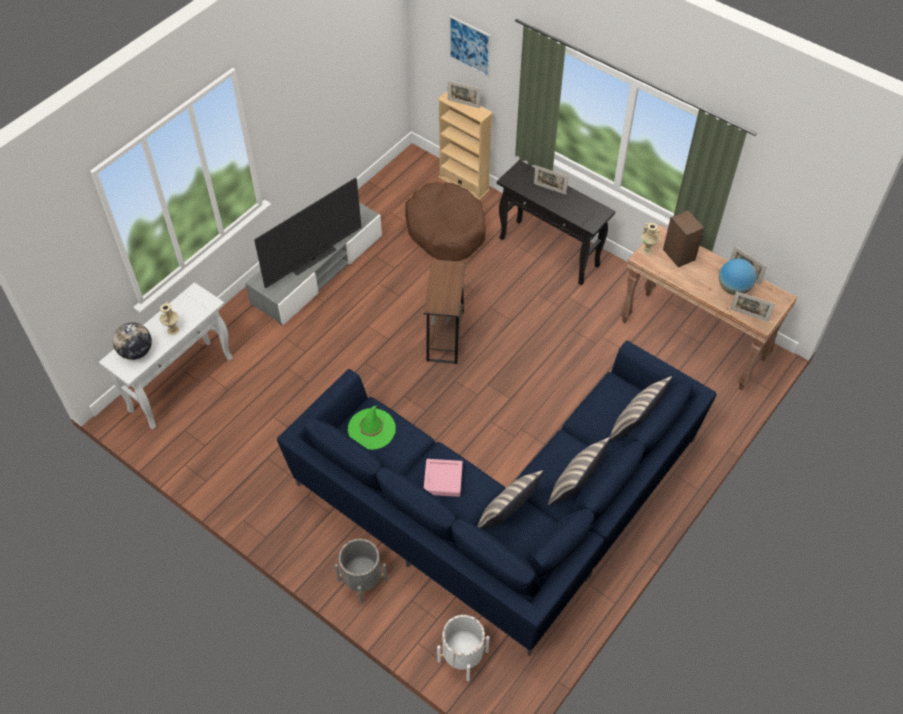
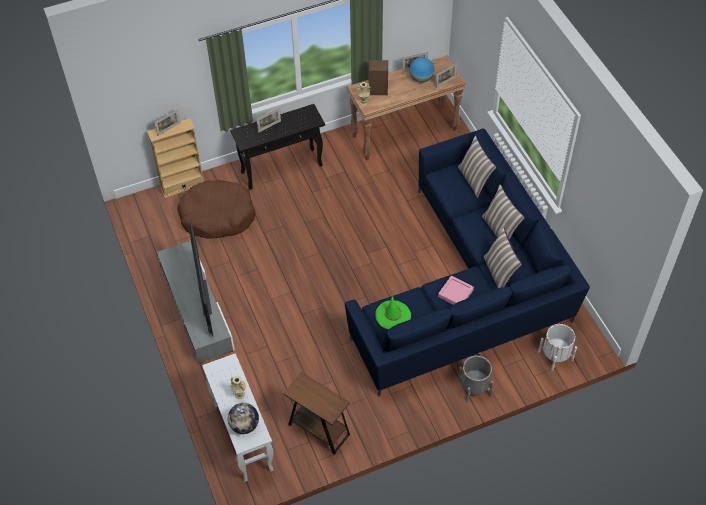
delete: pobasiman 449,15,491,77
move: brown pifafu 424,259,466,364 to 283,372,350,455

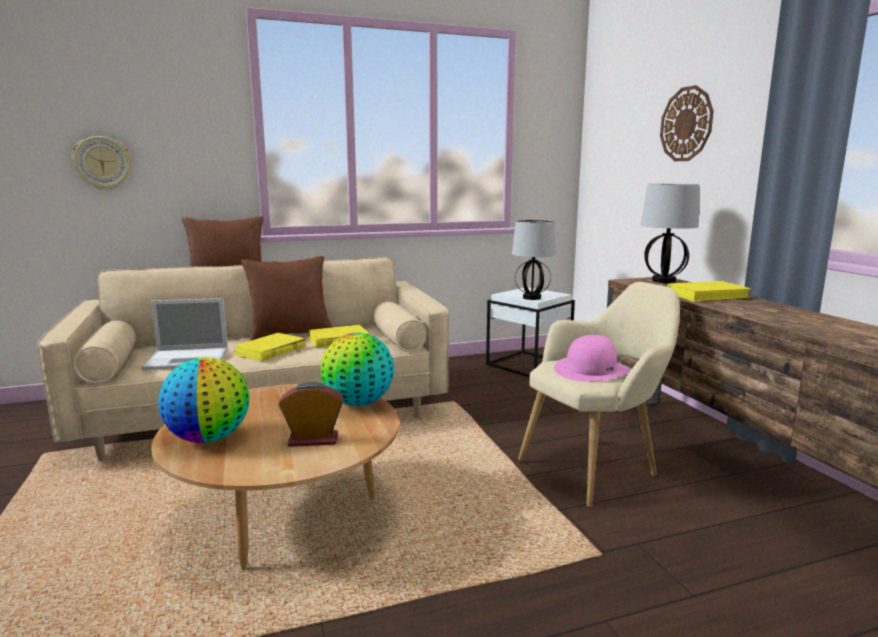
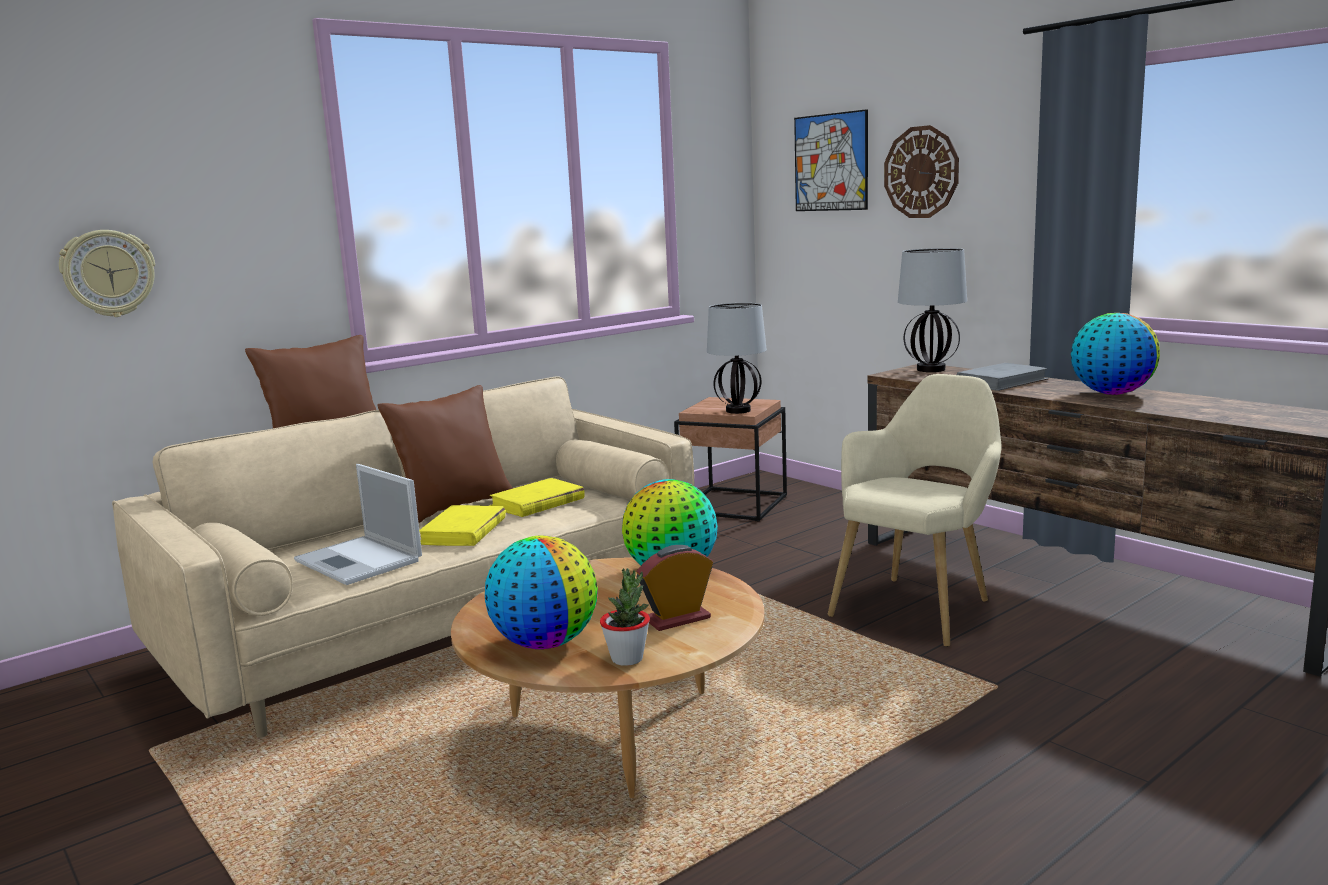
delete: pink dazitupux 554,335,629,382
insert: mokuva 600,568,650,666; pobasiman 794,109,868,211; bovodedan 1071,313,1160,395
recolor: white pifafu 486,287,575,377 to brown pifafu 674,397,787,522; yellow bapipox 667,281,752,302 to grey bapipox 956,363,1049,391
rotate: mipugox 141,298,228,370 = 294,464,422,585 75 degrees clockwise

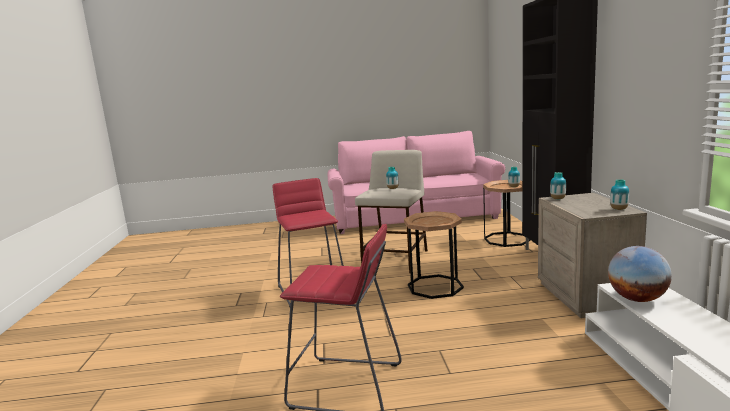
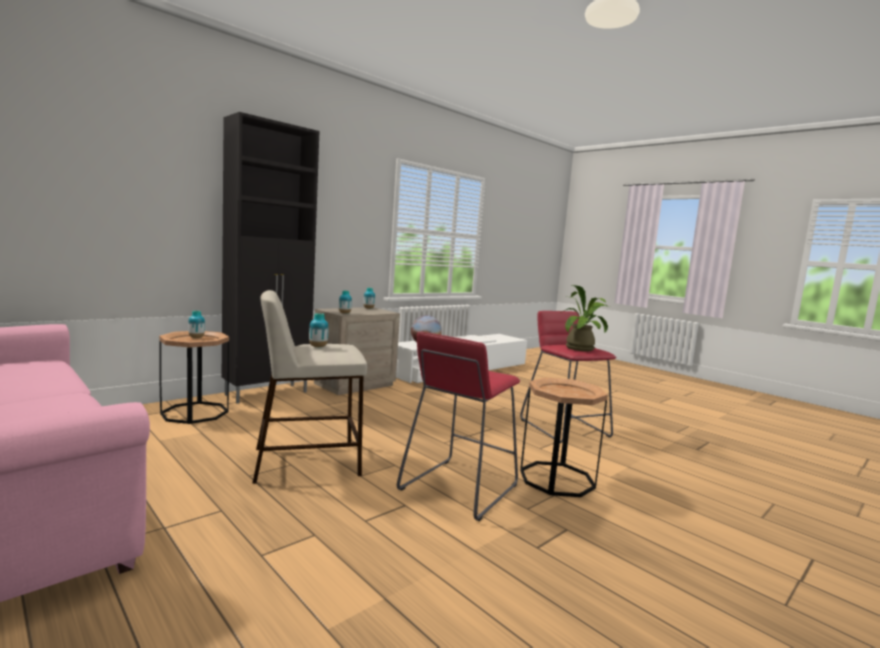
insert: mokuva 560,285,610,351
move: brown pifafu 404,211,464,299 to 520,377,608,497

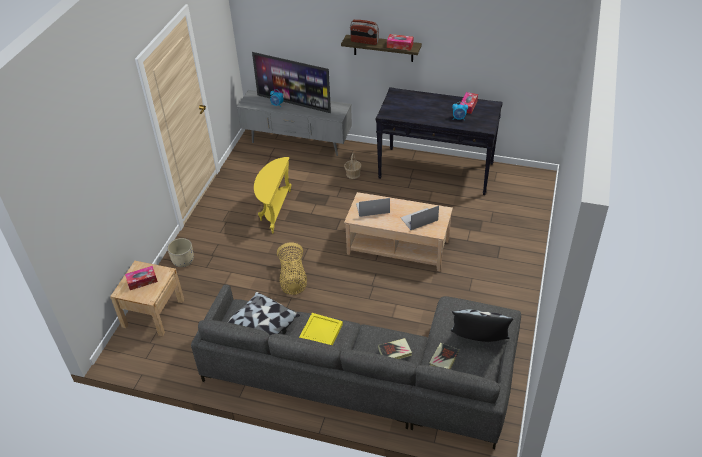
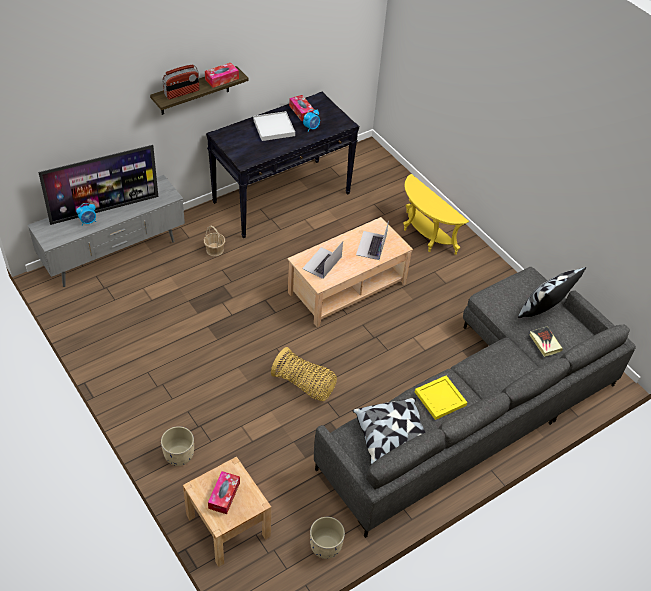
delete: bapipox 378,338,412,359
insert: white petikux 253,111,295,141; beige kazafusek 310,517,345,559
move: yellow pifafu 254,157,291,233 to 403,174,469,255

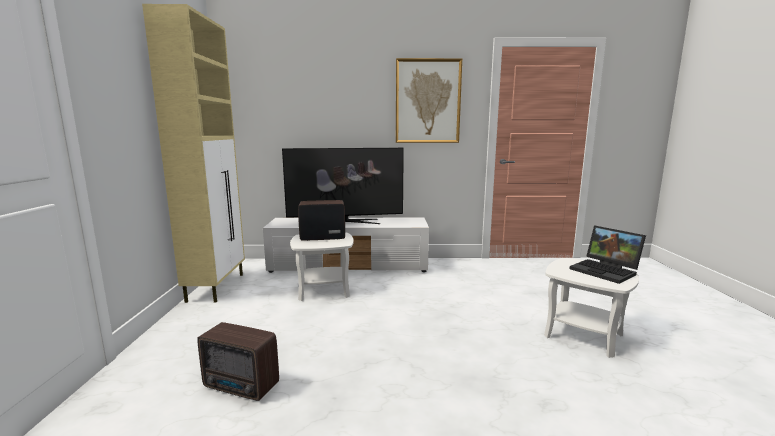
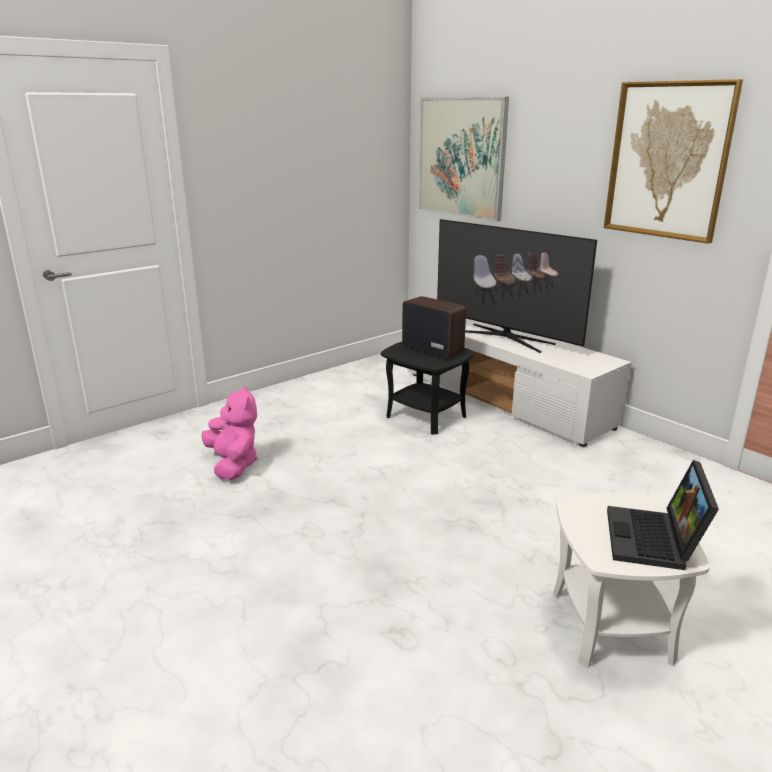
delete: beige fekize 142,4,245,303
insert: pobasiman 418,97,509,222
replace: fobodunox 197,322,279,401 to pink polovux 202,385,258,480
recolor: white pifafu 290,233,354,301 to black pifafu 381,342,475,435

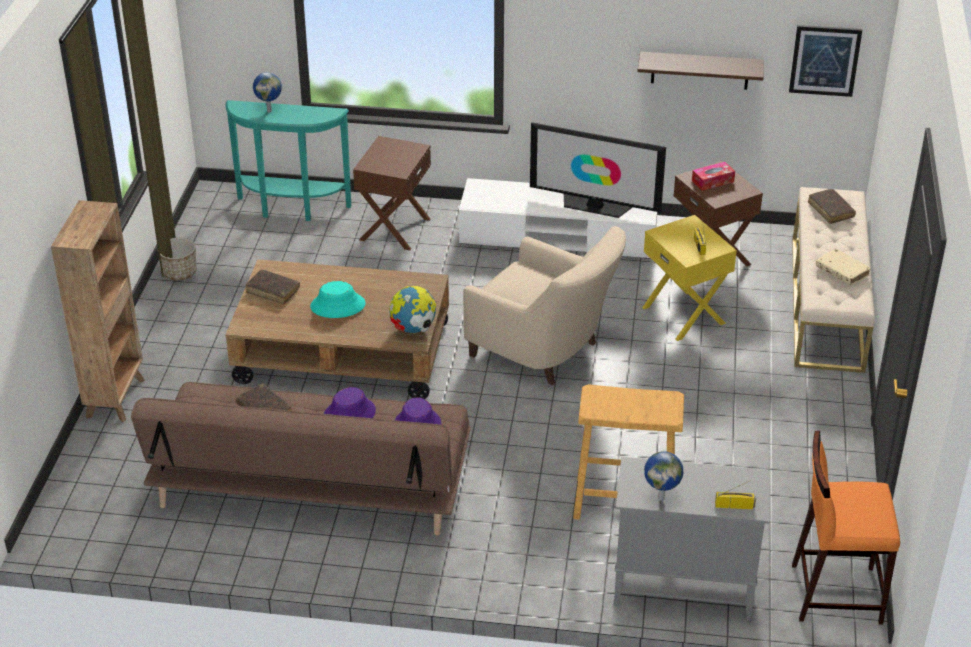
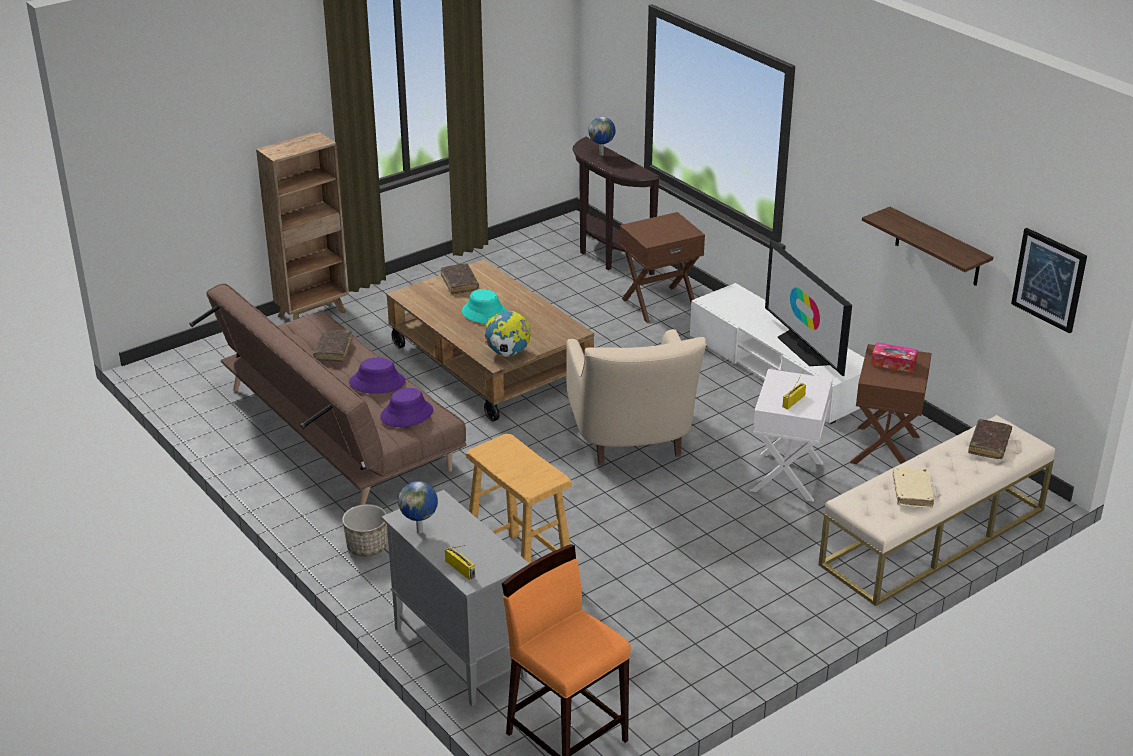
move: kazafusek 158,238,197,281 to 342,504,387,556
recolor: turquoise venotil 226,100,351,221 to brown venotil 573,137,660,275; yellow pifafu 642,215,737,341 to white pifafu 749,369,833,502

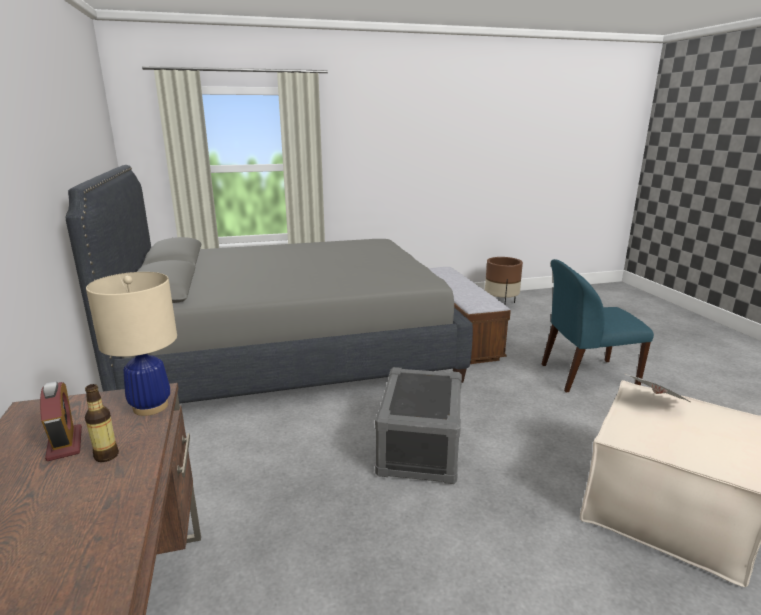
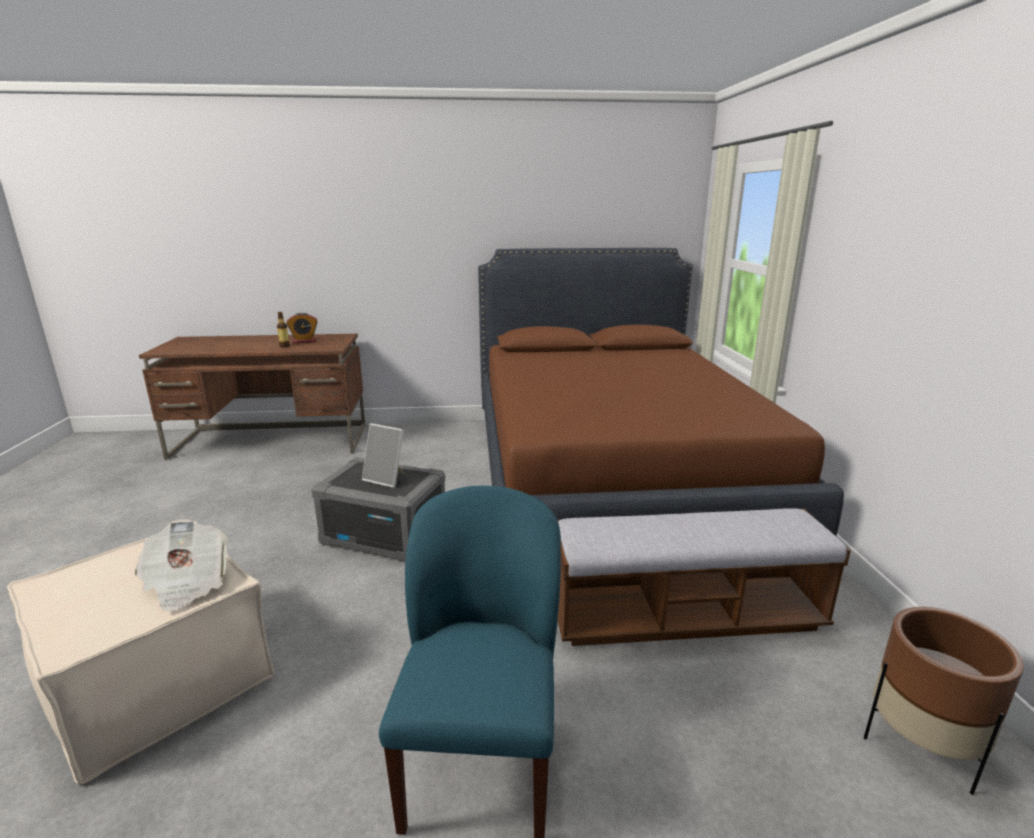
delete: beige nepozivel 86,272,177,416
insert: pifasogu 362,423,404,488
recolor: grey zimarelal 66,165,473,404 to brown zimarelal 478,248,844,536

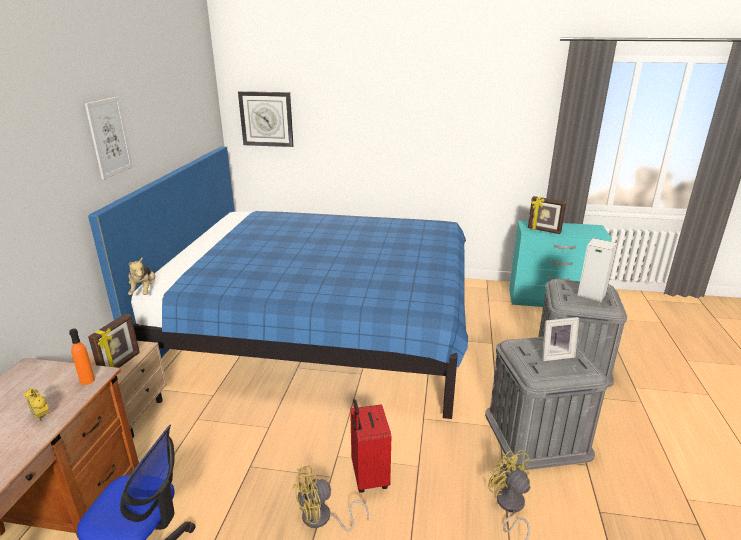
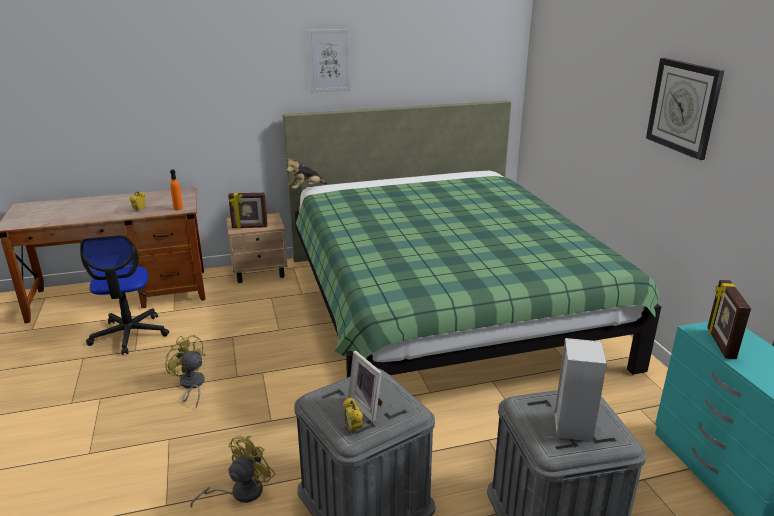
delete: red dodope 350,399,391,493
insert: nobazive 343,397,363,435
move: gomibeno 238,91,294,147 to 646,58,724,160
recolor: blue zimarelal 88,146,468,419 to green zimarelal 283,100,661,378

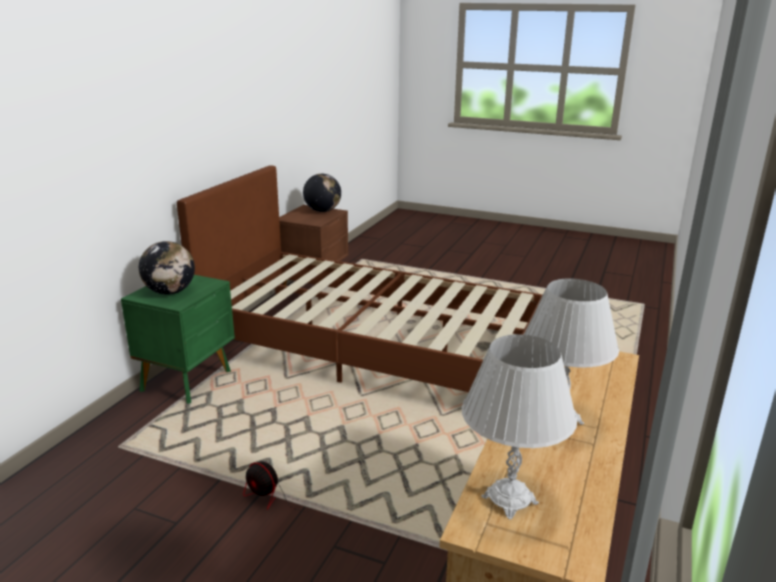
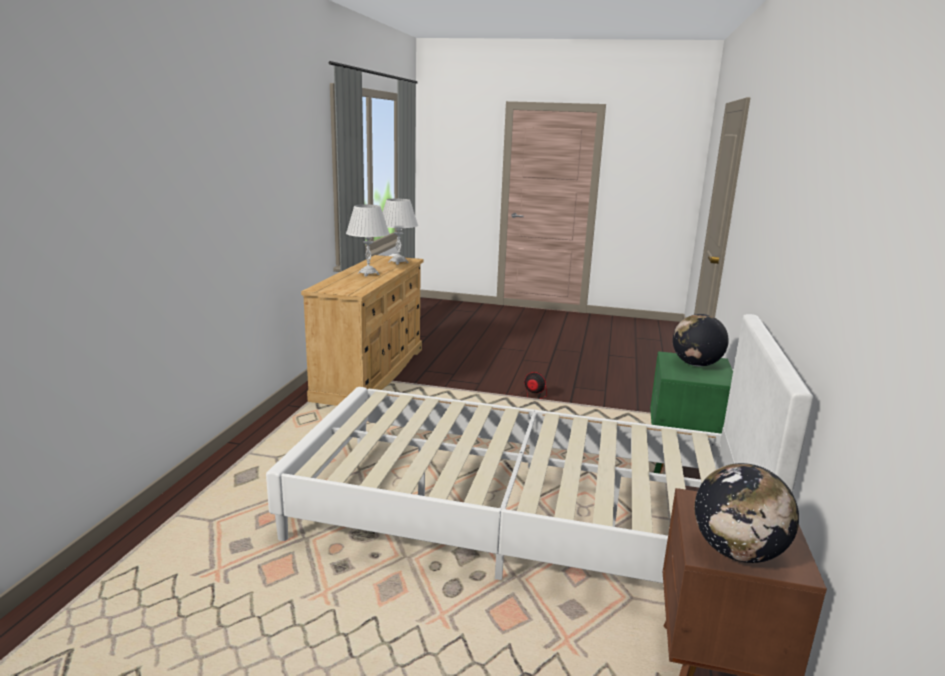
recolor: brown zimarelal 177,165,543,392 to white zimarelal 266,314,813,583

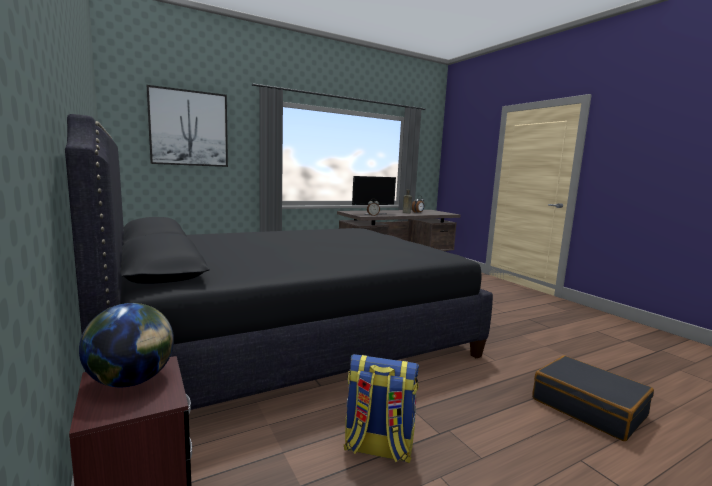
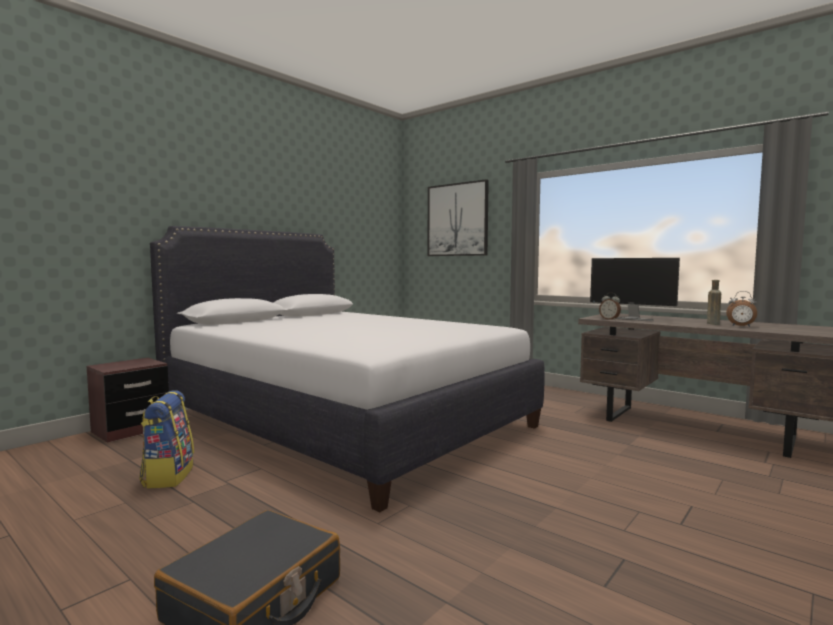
delete: bovodedan 79,303,174,387
recolor: black zimarelal 65,114,493,410 to white zimarelal 150,226,545,512

